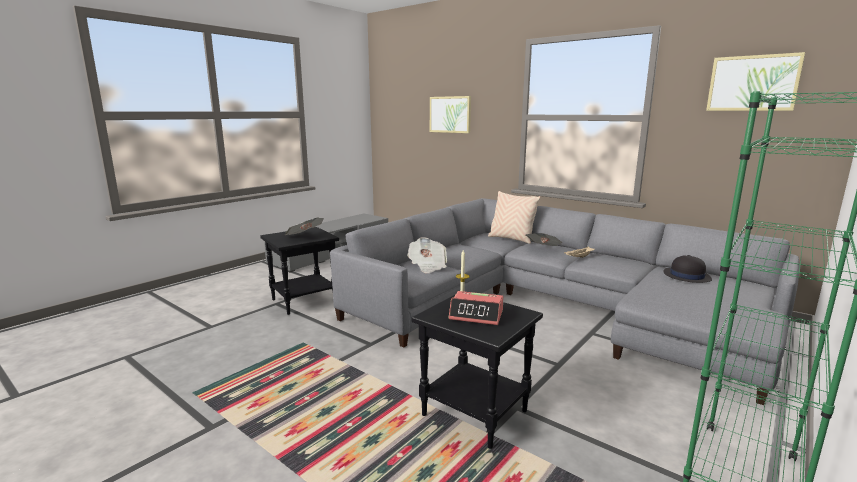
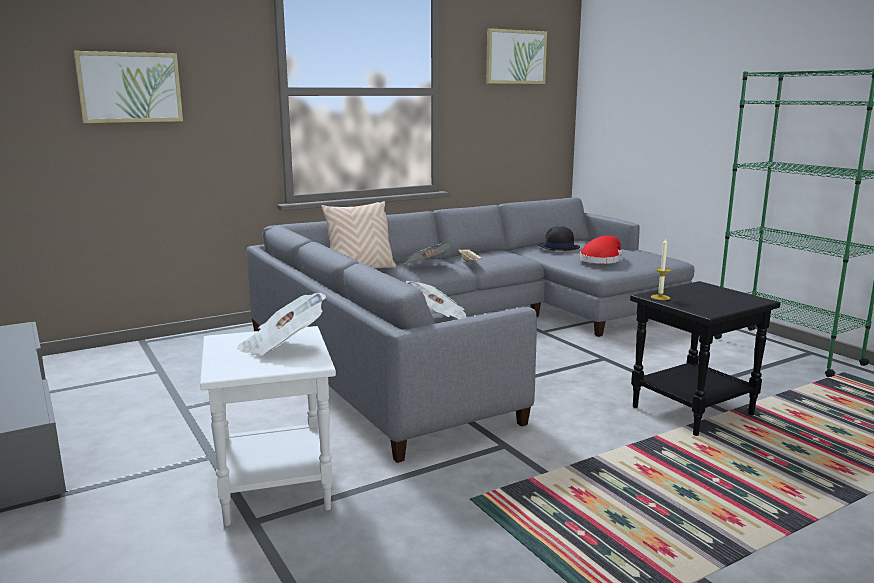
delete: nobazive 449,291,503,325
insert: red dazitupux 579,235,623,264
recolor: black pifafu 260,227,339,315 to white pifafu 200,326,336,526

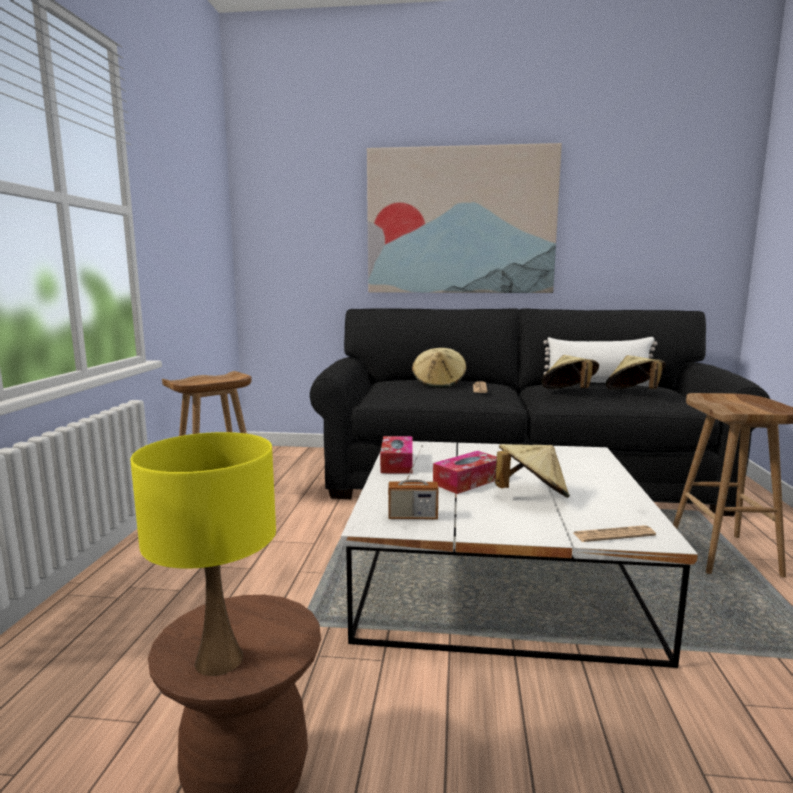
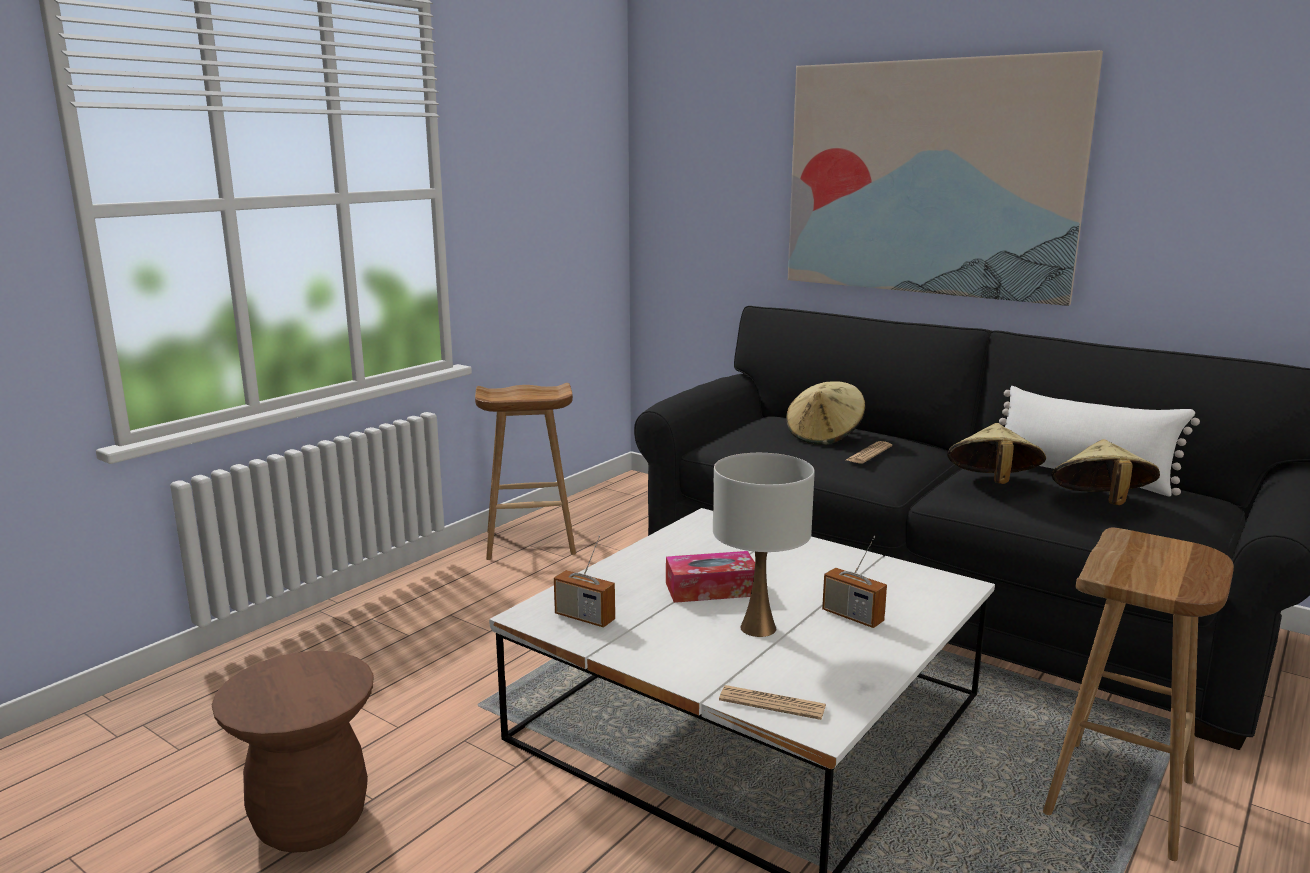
delete: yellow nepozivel 130,432,276,676; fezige 380,436,413,474
insert: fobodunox 822,536,887,628
replace: beige dazitupux 495,444,570,498 to white nepozivel 713,453,815,637

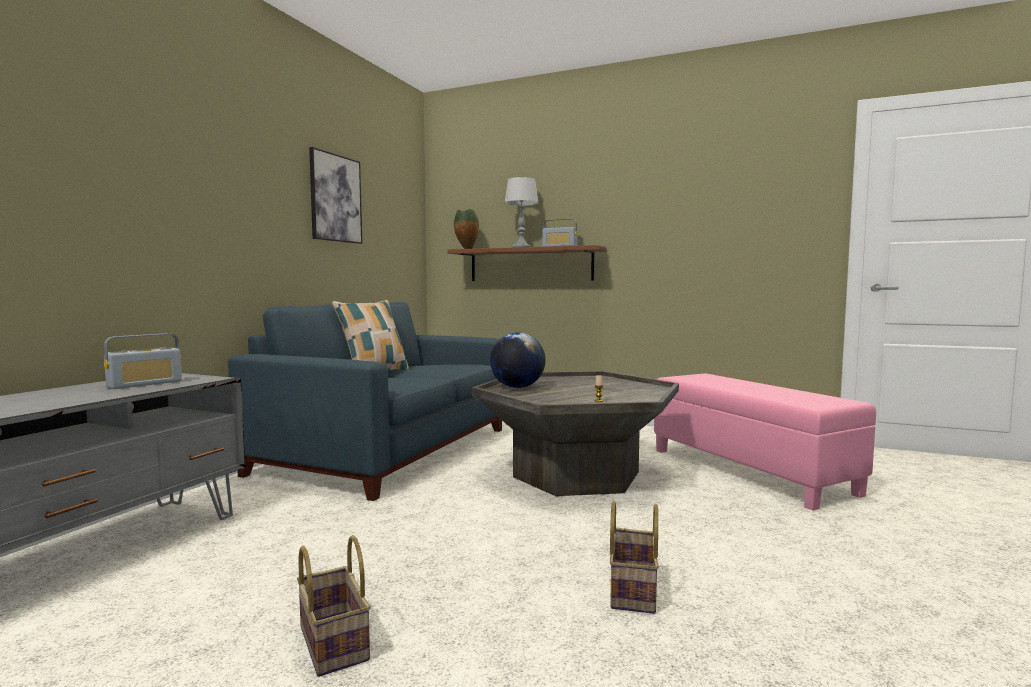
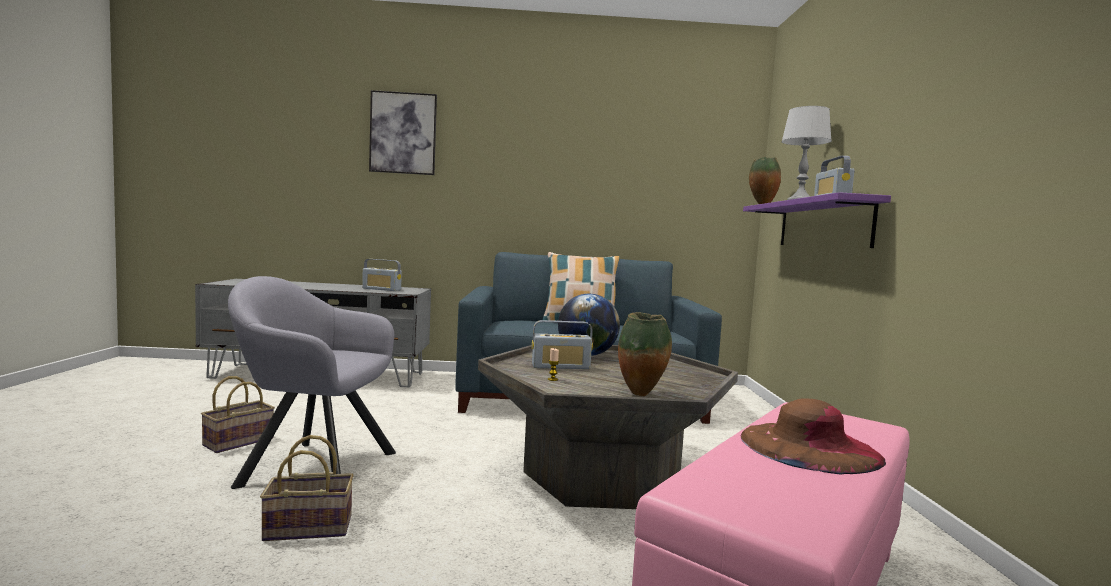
insert: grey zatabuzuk 228,276,396,489; fobodunox 532,320,593,369; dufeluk 618,312,672,396; brown dazitupux 741,399,886,475
move: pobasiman 309,147,362,244 to 369,90,437,175
recolor: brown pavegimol 447,245,606,281 to purple pavegimol 743,192,891,248

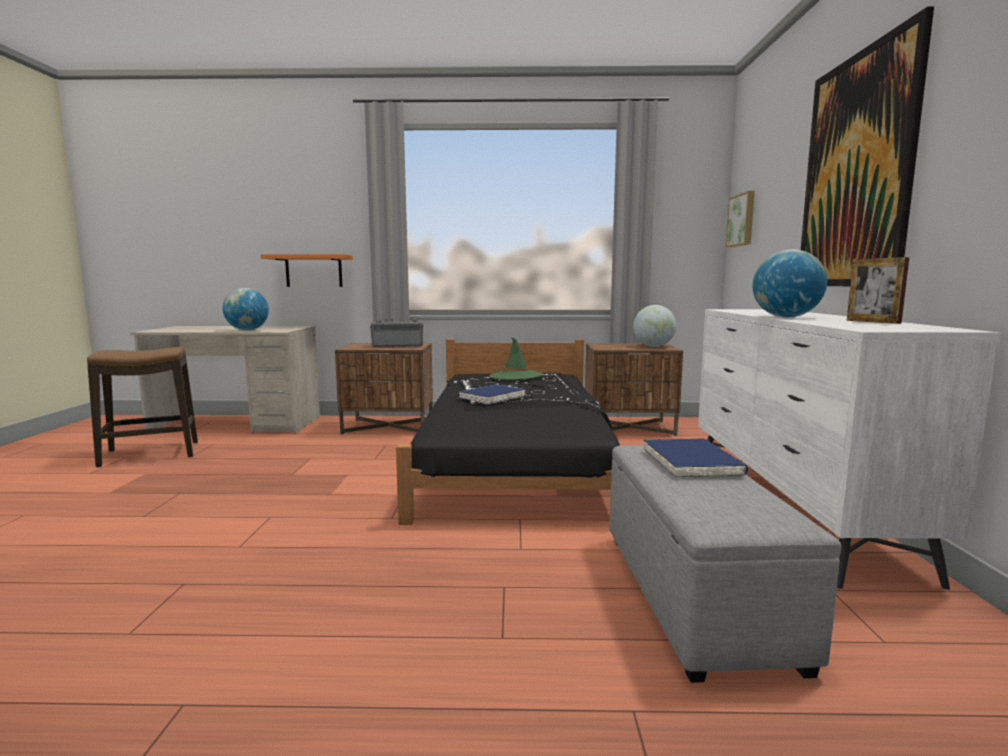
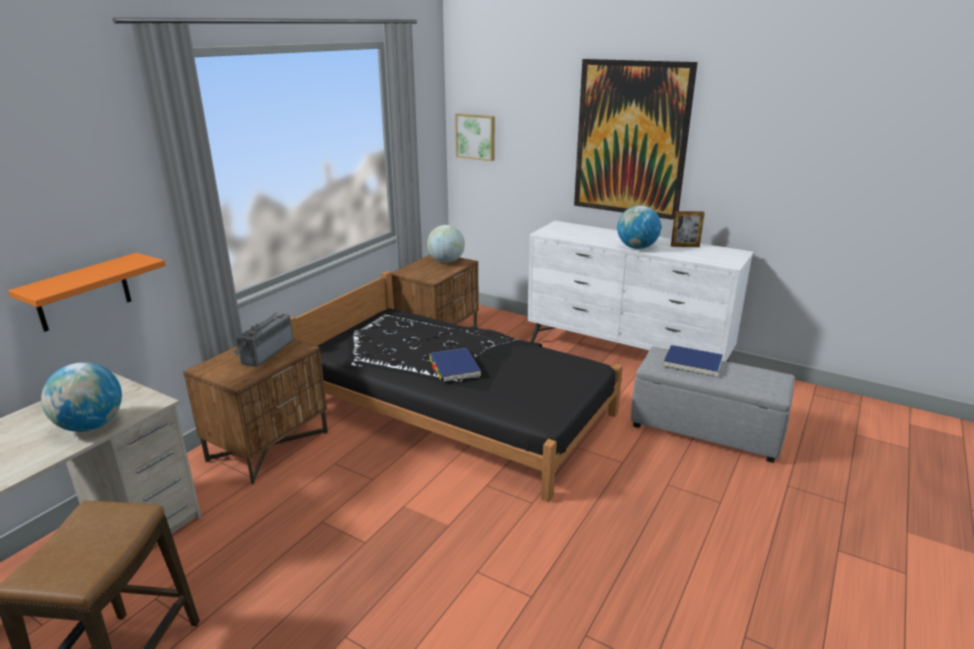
delete: green dazitupux 490,337,543,380

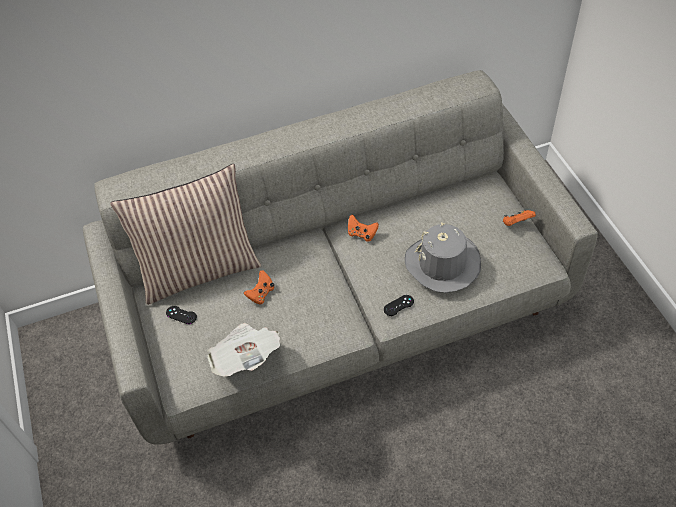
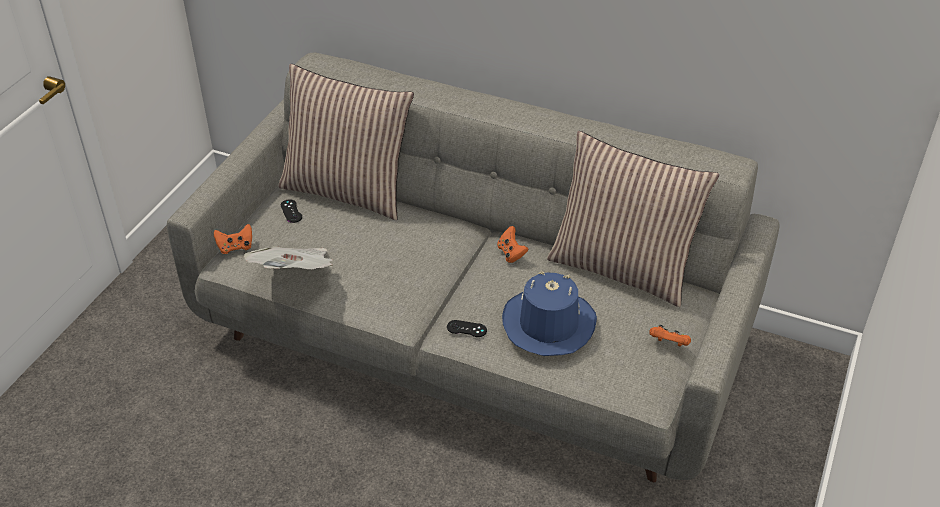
insert: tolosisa 547,131,719,307
move: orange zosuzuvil 244,270,274,305 to 214,224,252,254
recolor: grey dazitupux 405,222,481,293 to blue dazitupux 502,271,597,356

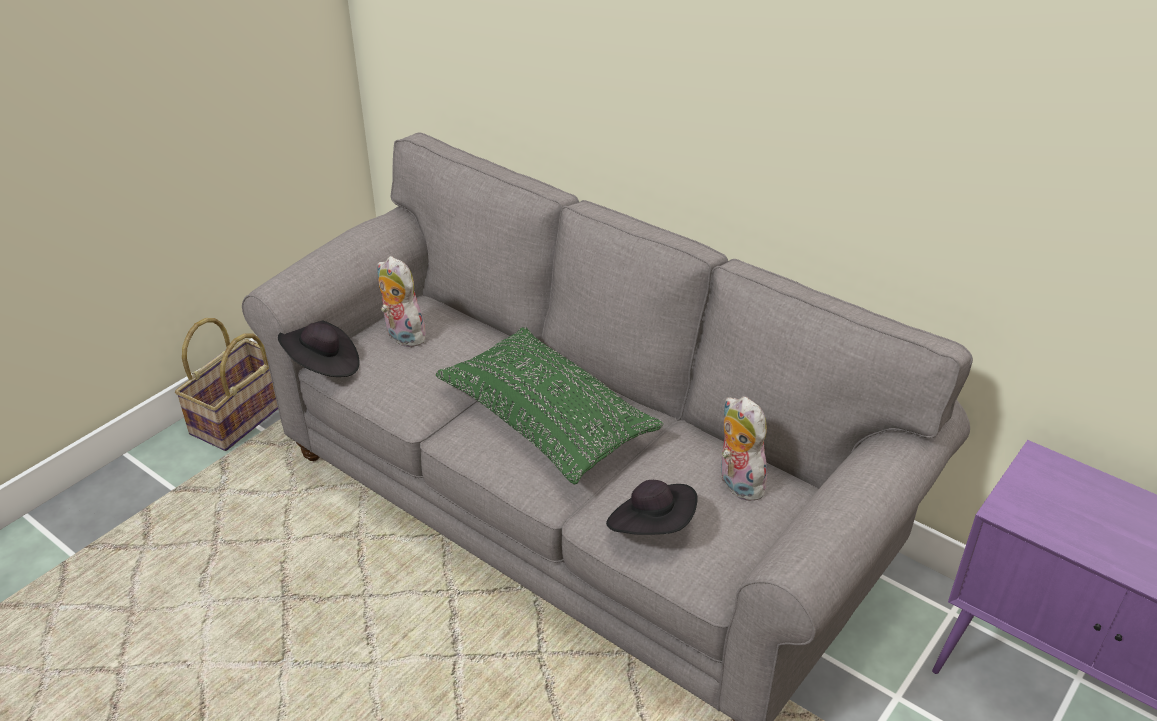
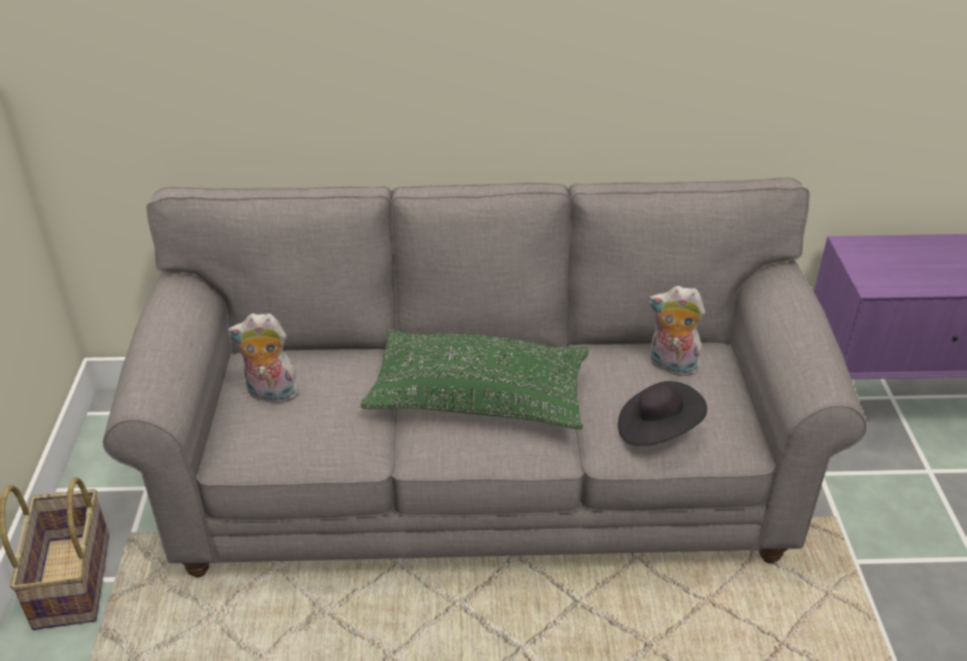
delete: black dazitupux 278,321,360,377

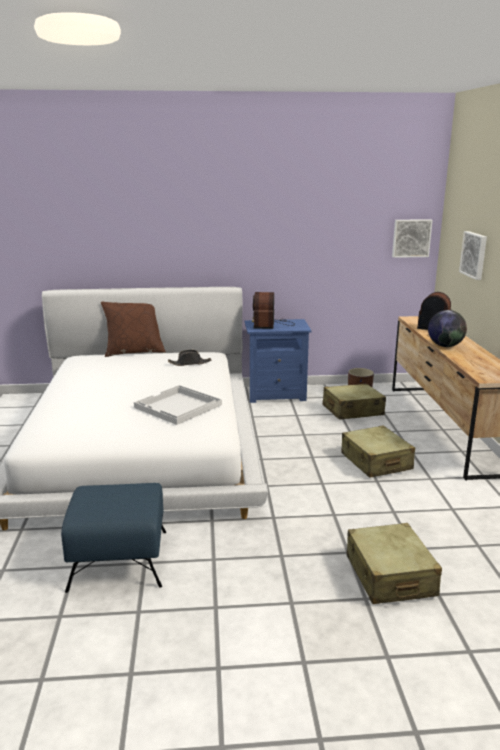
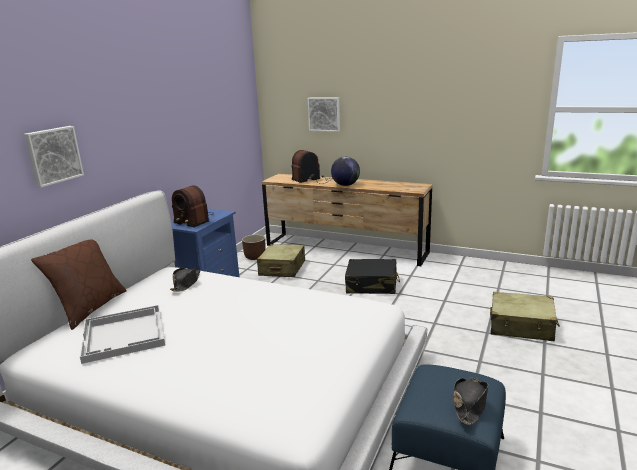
insert: black dazitupux 453,377,488,425
move: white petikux 134,385,222,425 to 80,305,165,364; pobasiman 392,219,433,258 to 24,126,84,188
recolor: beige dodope 342,425,415,478 to black dodope 345,259,400,294

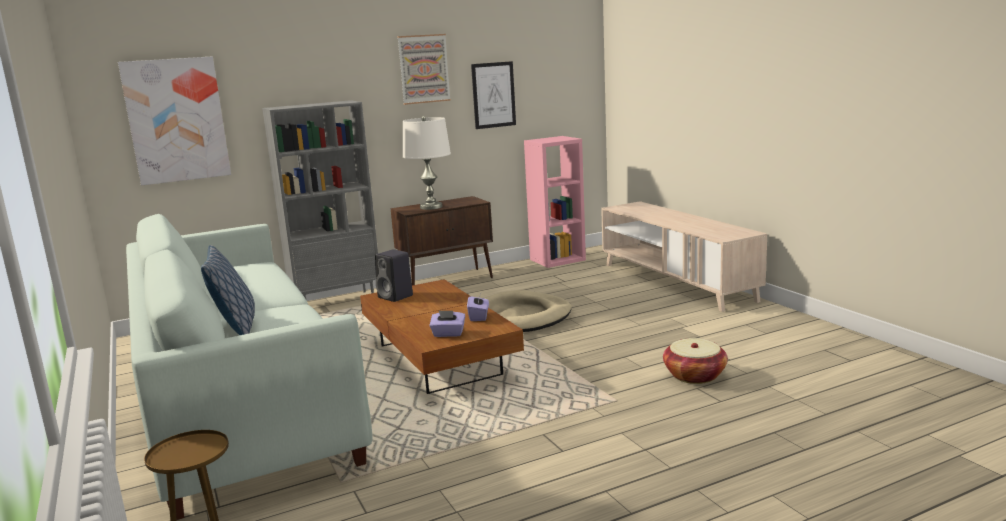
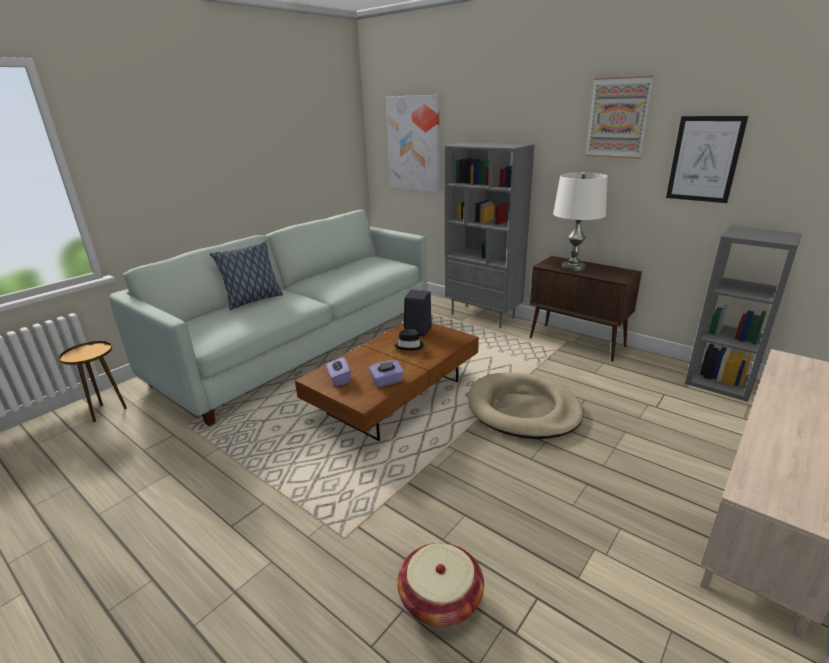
insert: black dazitupux 394,329,424,350
recolor: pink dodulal 524,136,586,268 to grey dodulal 685,226,802,402

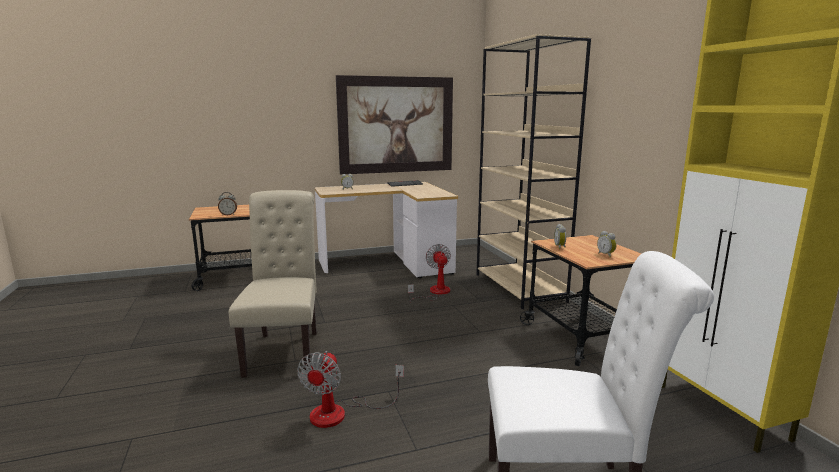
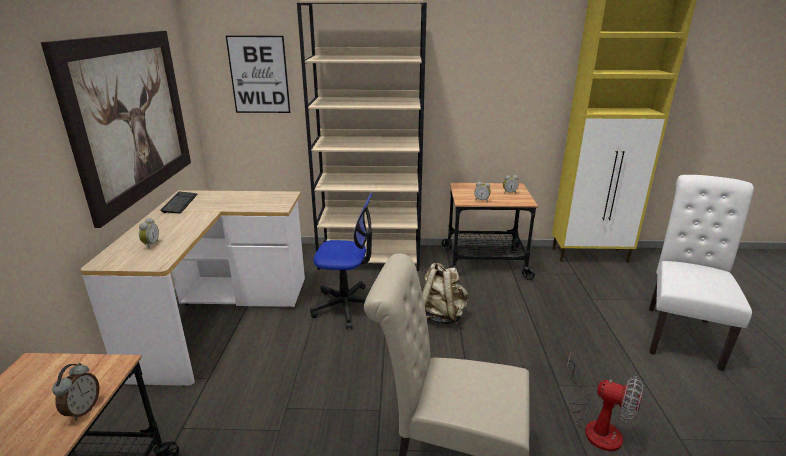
insert: pobasiman 226,36,290,113; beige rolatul 422,262,469,325
replace: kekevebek 408,244,451,302 to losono 310,193,373,329

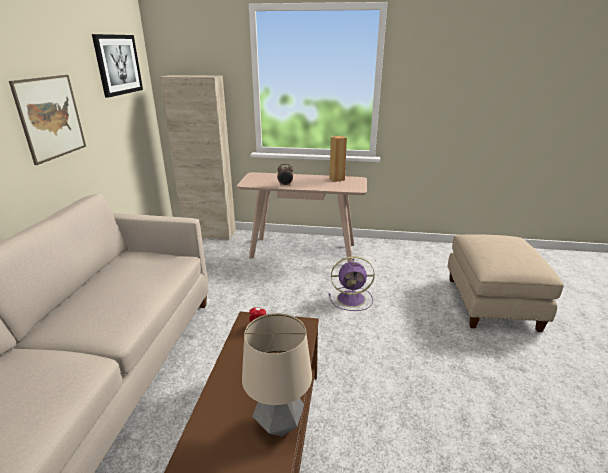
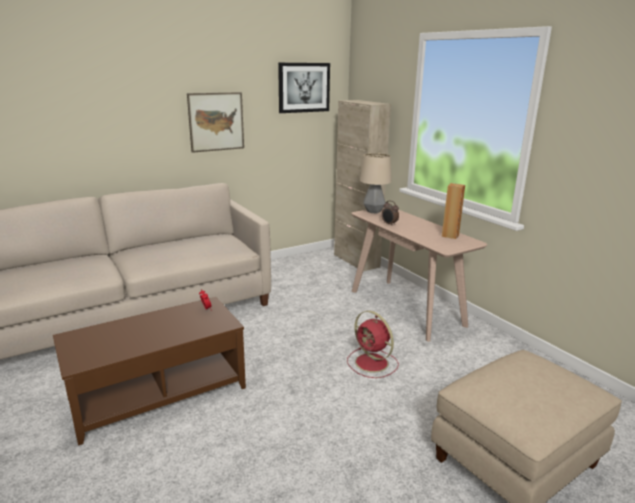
move: nepozivel 242,313,312,437 to 360,153,392,213
recolor: purple kekevebek 329,256,375,311 to red kekevebek 347,311,399,378

